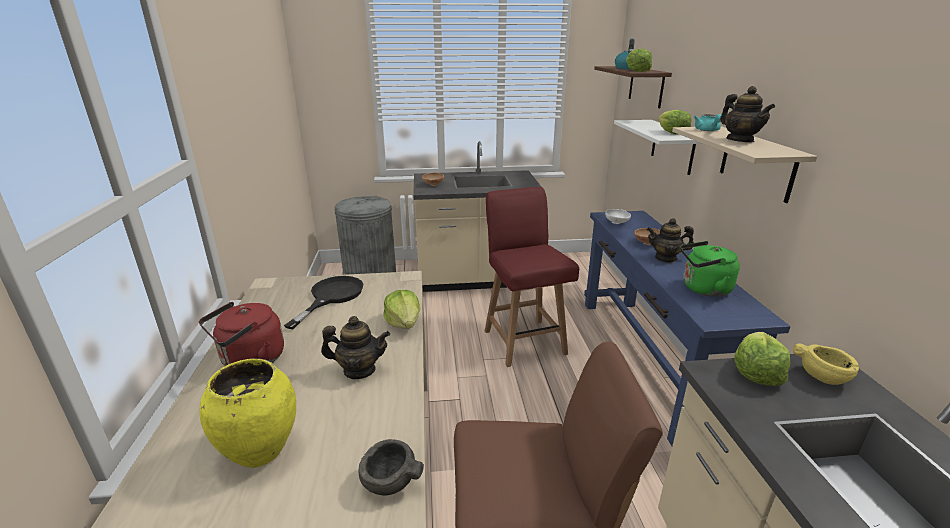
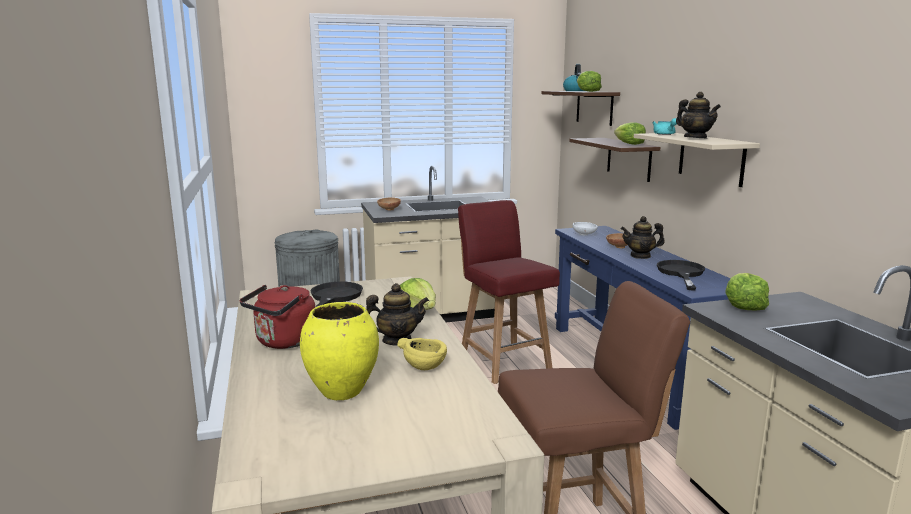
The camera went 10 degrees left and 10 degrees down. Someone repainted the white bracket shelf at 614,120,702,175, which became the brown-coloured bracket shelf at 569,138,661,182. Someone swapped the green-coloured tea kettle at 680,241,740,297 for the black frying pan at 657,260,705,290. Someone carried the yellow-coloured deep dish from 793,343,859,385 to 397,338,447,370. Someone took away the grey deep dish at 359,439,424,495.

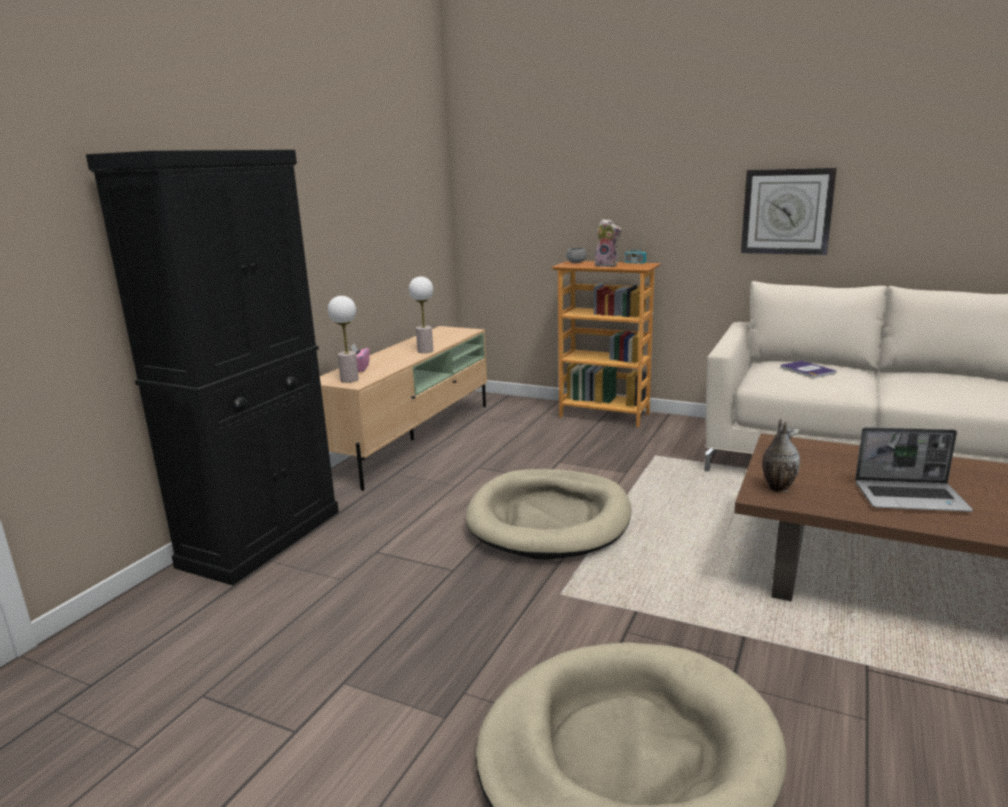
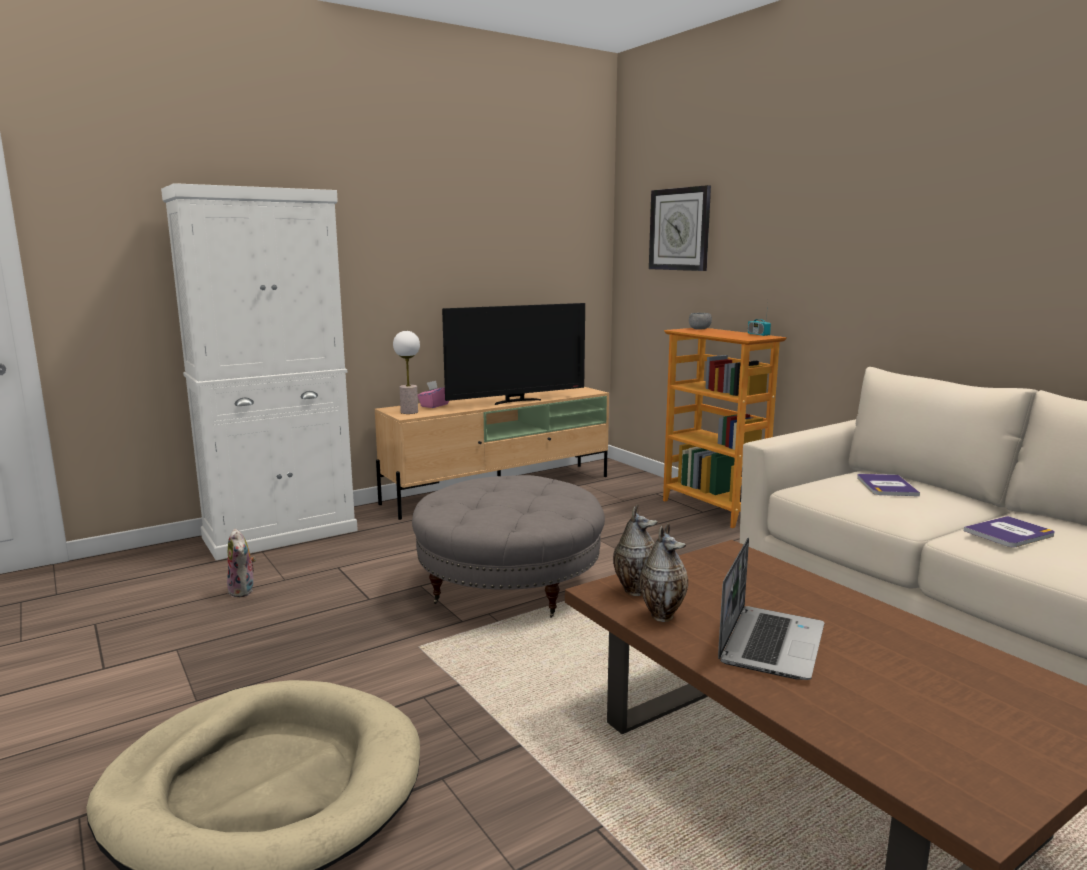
The camera went 30 degrees right and 5 degrees down. Someone repainted the black storage cabinet at 86,150,339,586, which became the white storage cabinet at 161,183,358,560. Someone carried the wall clock from 741,168,837,255 to 649,185,711,271. Someone carried the cuddly toy from 595,219,622,267 to 227,529,256,597. Someone swapped the tabletop lamp at 409,276,433,353 for the TV set at 442,303,585,405. Someone rotated the notebook computer at 855,427,973,512 by 105 degrees counterclockwise. Someone swapped the sand-coloured pet bed at 466,469,631,560 for the grey pouffe at 412,475,605,618. Someone put down the bound book at 964,516,1055,547. Someone put down the decorative vase at 640,523,688,622.

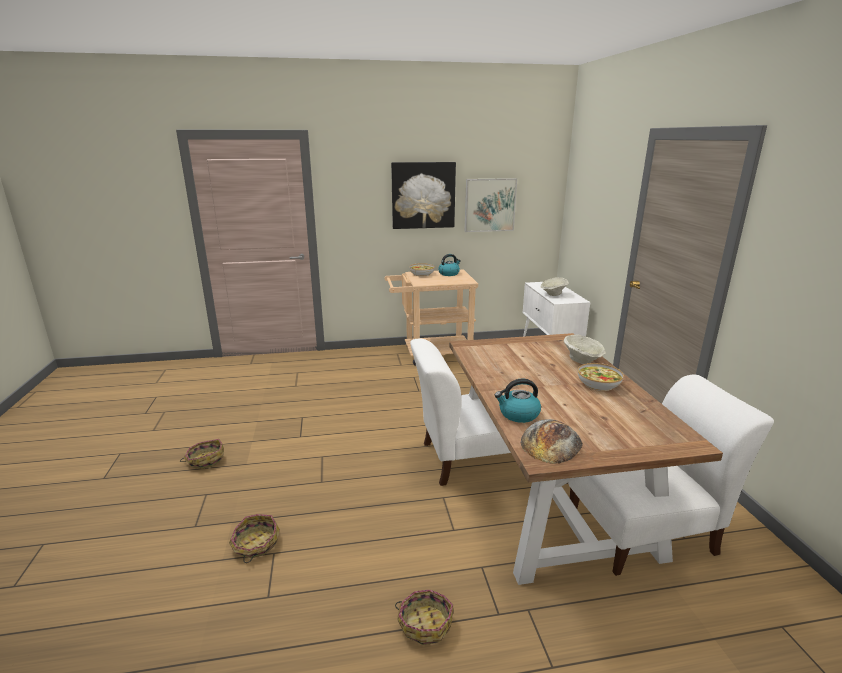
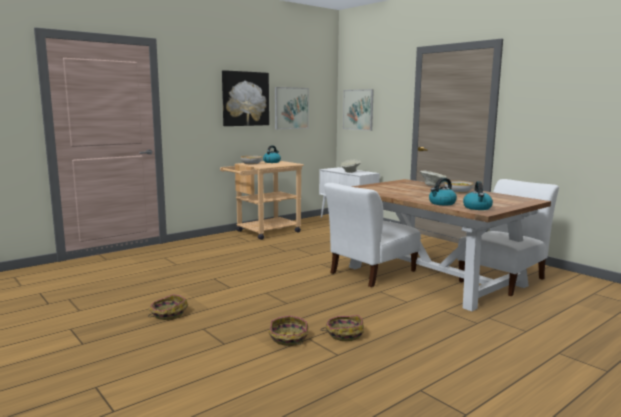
The camera went 30 degrees left and 10 degrees down. Someone swapped the bread at 521,419,583,464 for the tea kettle at 463,181,493,210. Someone carried the basket from 395,589,453,645 to 320,315,364,341. Someone put up the wall art at 343,89,374,131.

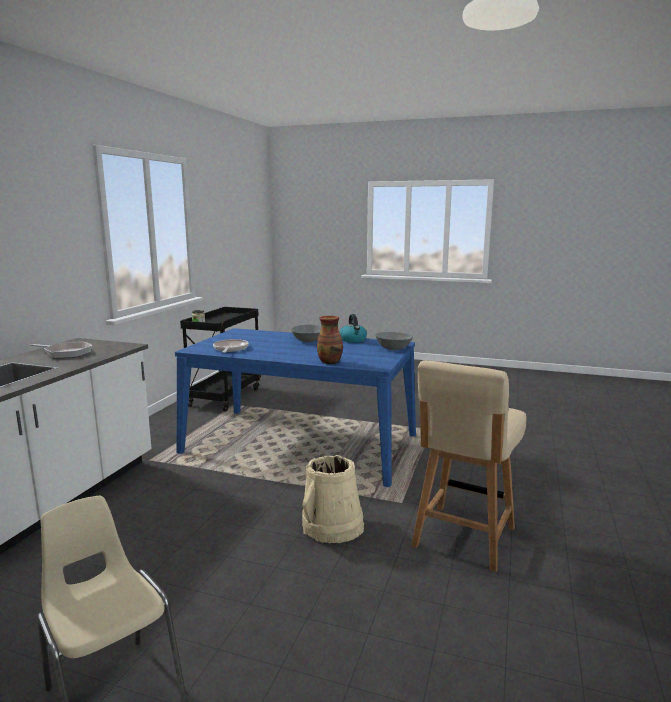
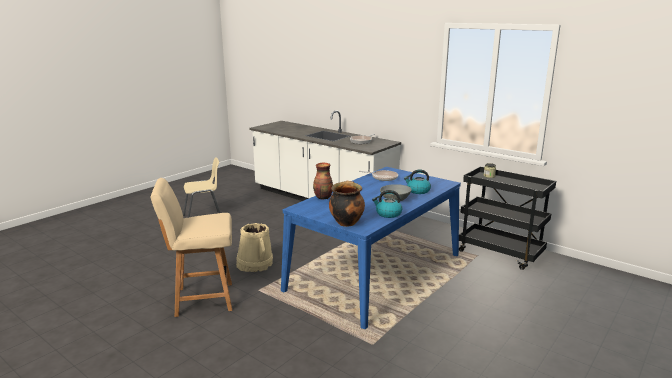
The camera went 110 degrees right and 5 degrees up. Someone swapped the grey deep dish at 375,332,413,350 for the saucepot at 329,180,365,227. Someone rotated the sand-coloured chair at 411,361,527,572 by 60 degrees counterclockwise. Someone put down the tea kettle at 404,170,431,194.

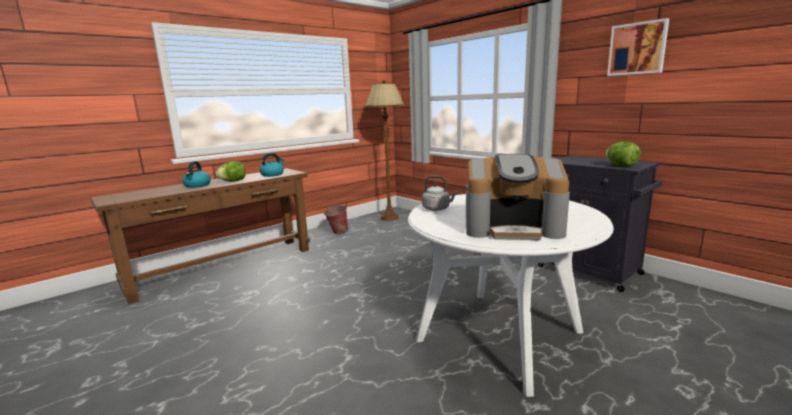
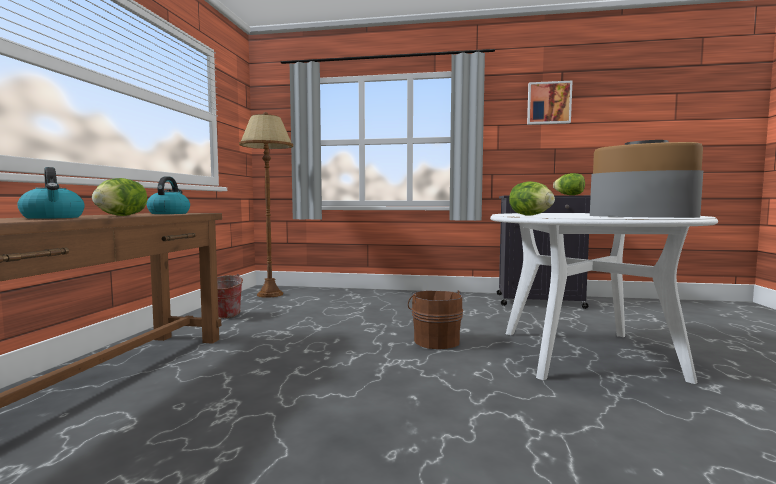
The camera went 40 degrees left and 10 degrees down. Someone rotated the coffee brewer at 466,154,570,240 by 120 degrees counterclockwise. Someone swapped the grey tea kettle at 422,176,458,211 for the lettuce at 509,181,555,216. Someone put down the brown-coloured bucket at 408,290,463,349.

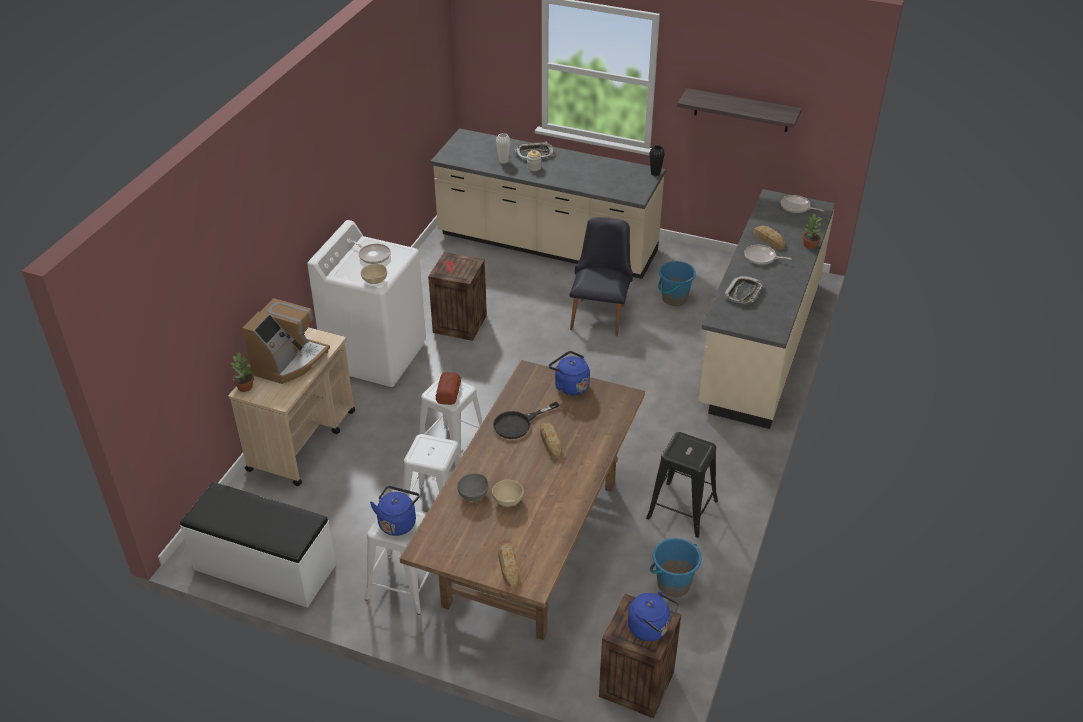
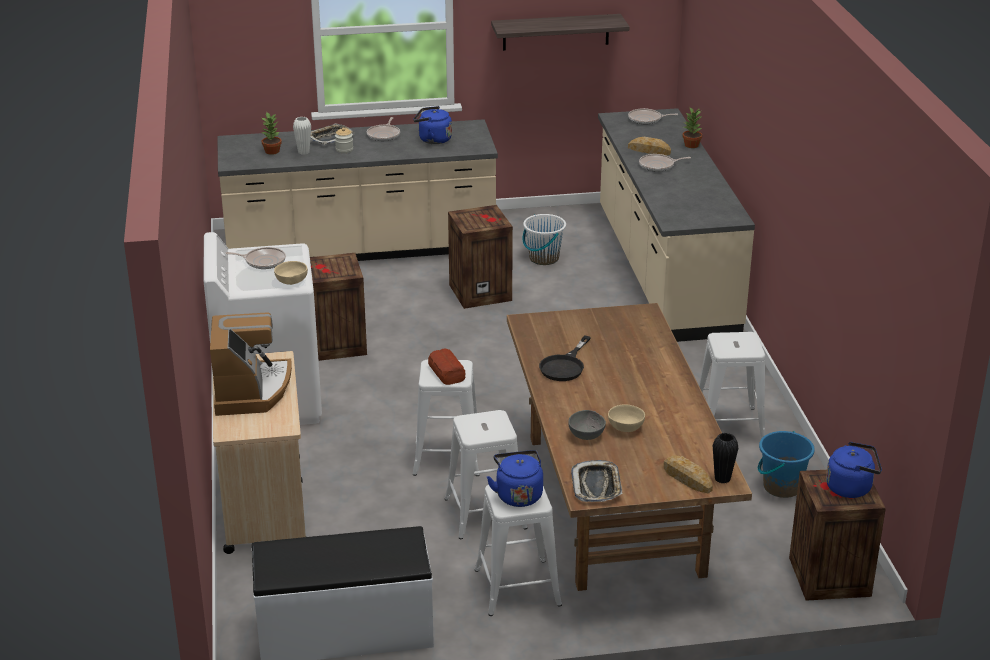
The camera went 30 degrees left and 10 degrees down. Someone carried the black decorative vase from 649,145,665,176 to 713,433,739,484. Someone swapped the black chair at 569,217,633,336 for the shipping crate at 448,205,513,309. Someone repainted the blue-coloured bucket at 658,260,696,306, which became the white bucket at 523,214,566,265. Someone carried the serving tray from 724,276,763,303 to 571,460,623,502. Someone carried the blue-coloured tea kettle from 549,351,590,395 to 413,106,452,144. Someone carried the potted plant from 231,352,254,392 to 262,113,282,155. Someone took away the bread at 540,422,562,459. Someone repainted the black sitting stool at 646,432,718,538, which became the white sitting stool at 699,332,765,439. Someone put down the frying pan at 367,117,400,141.

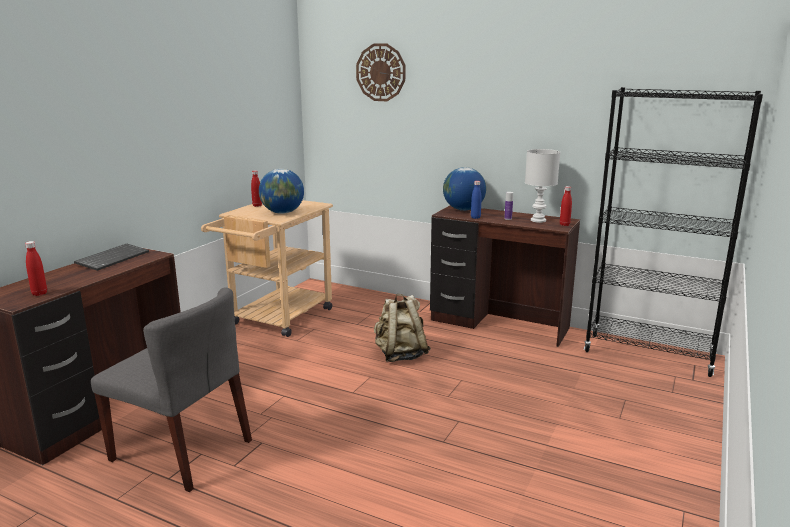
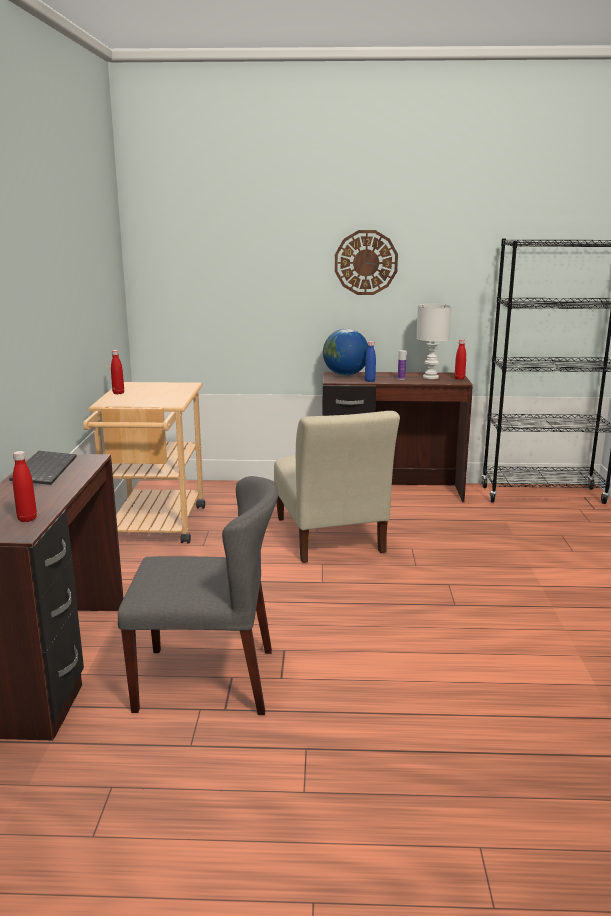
The camera went 25 degrees left and 0 degrees up. Someone carried the wall clock from 356,43,405,101 to 335,230,398,295. Someone took away the world globe at 259,169,304,214. Someone swapped the sand-coloured rucksack at 374,294,431,362 for the sand-coloured chair at 274,411,400,563.

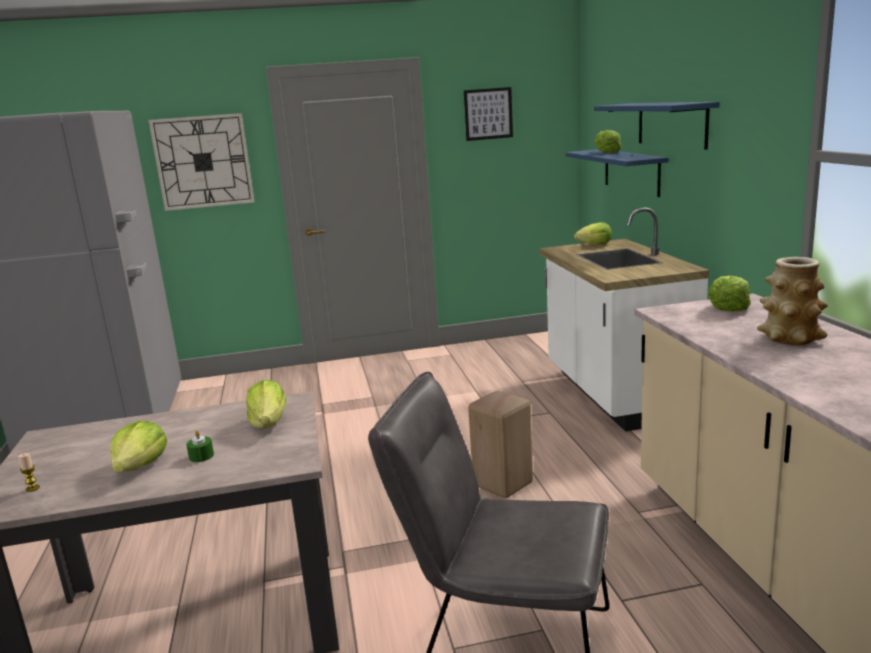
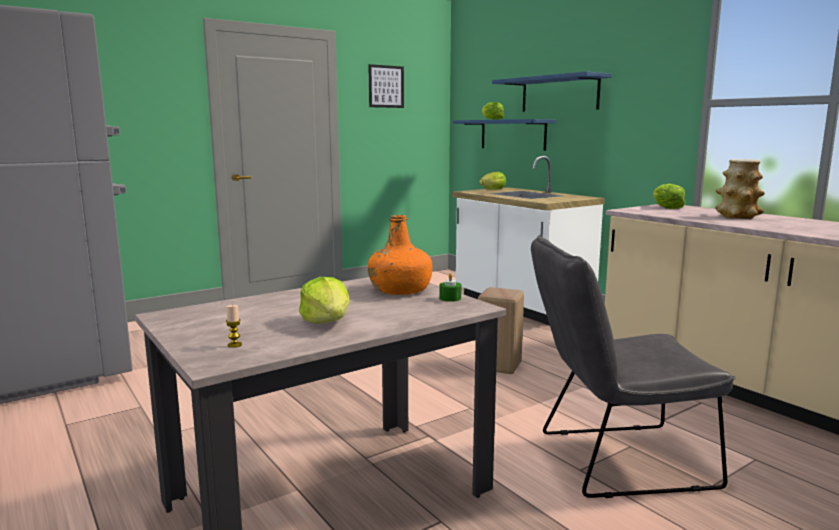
The camera went 25 degrees left and 5 degrees down. Someone took away the wall clock at 148,113,255,211. Someone swapped the lettuce at 246,380,286,429 for the orange bottle at 368,215,432,295. Someone carried the green-coloured wax light from 186,430,214,462 to 439,273,461,302.

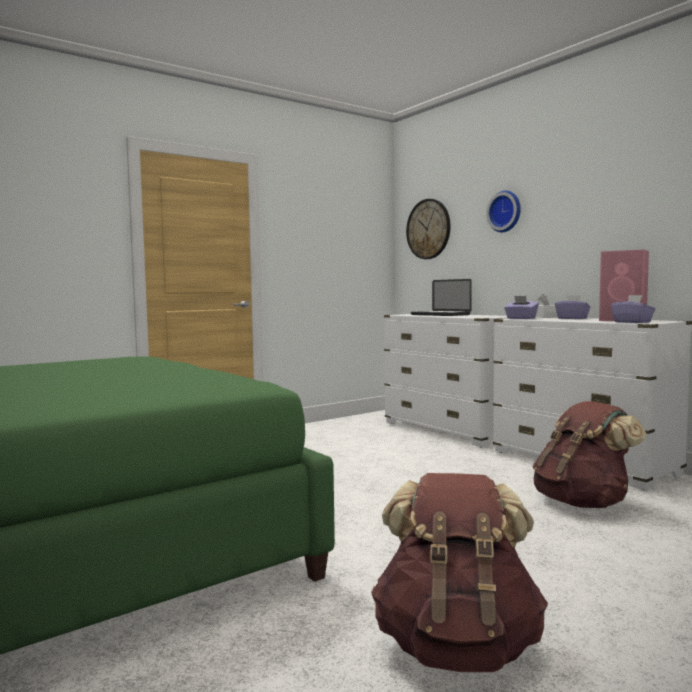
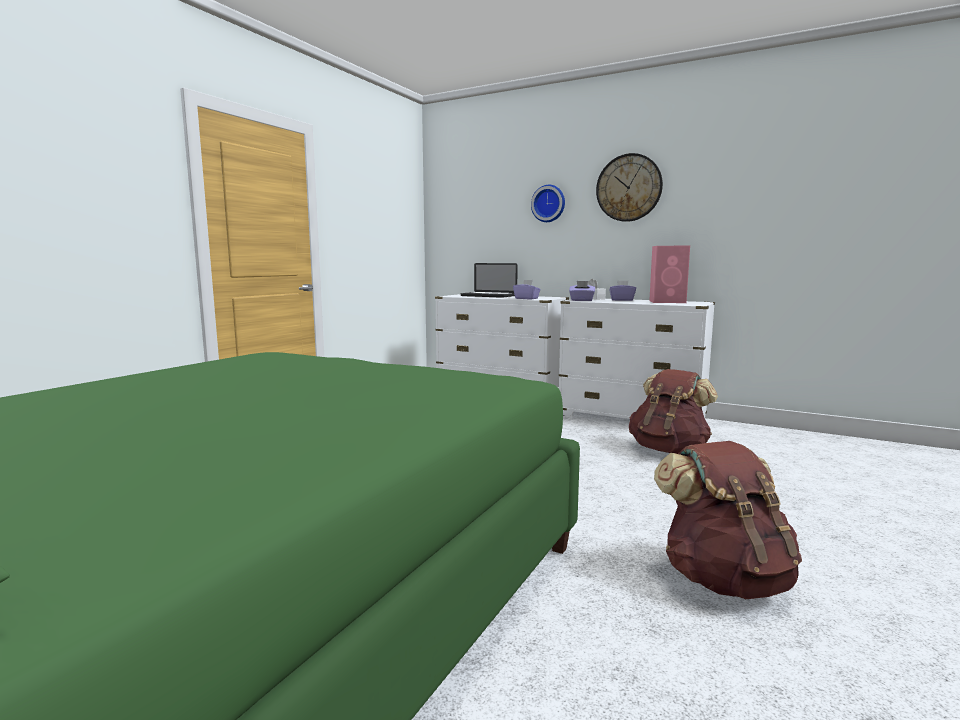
The camera went 25 degrees left and 5 degrees up. Someone carried the wall clock from 406,199,450,259 to 596,153,663,222. Someone carried the purple tissue holder from 611,295,655,323 to 513,280,541,300.

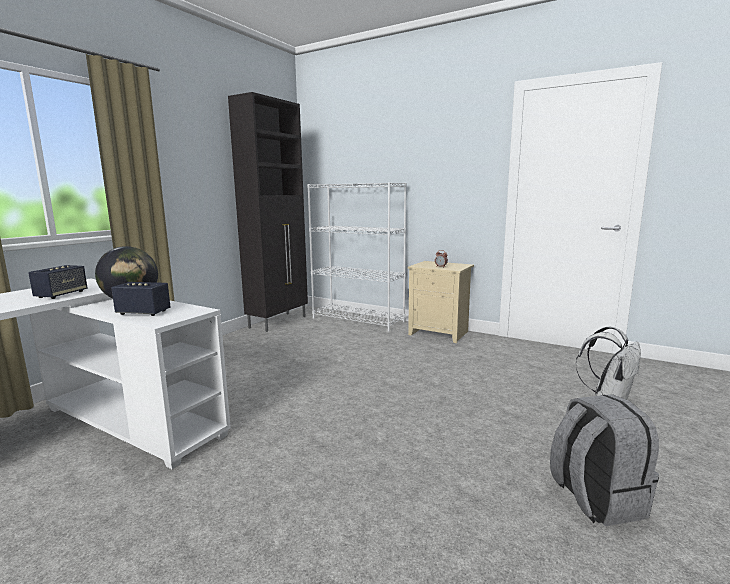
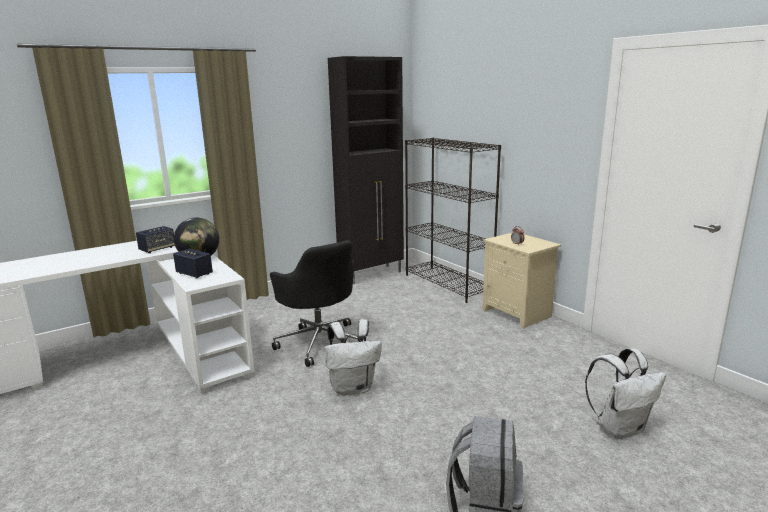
The camera went 25 degrees right and 5 degrees up. Someone repainted the white bookshelf at 307,182,407,332, which became the black bookshelf at 405,138,501,303. Someone put down the black desk chair at 270,240,358,367. Someone put down the white rucksack at 325,319,382,396.

